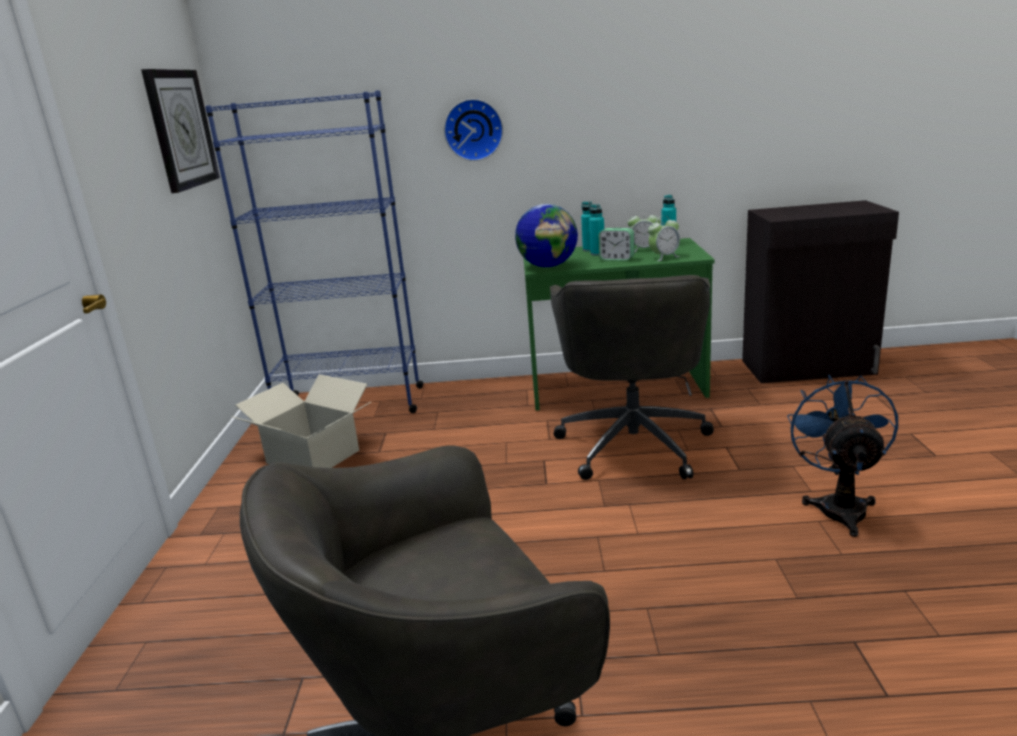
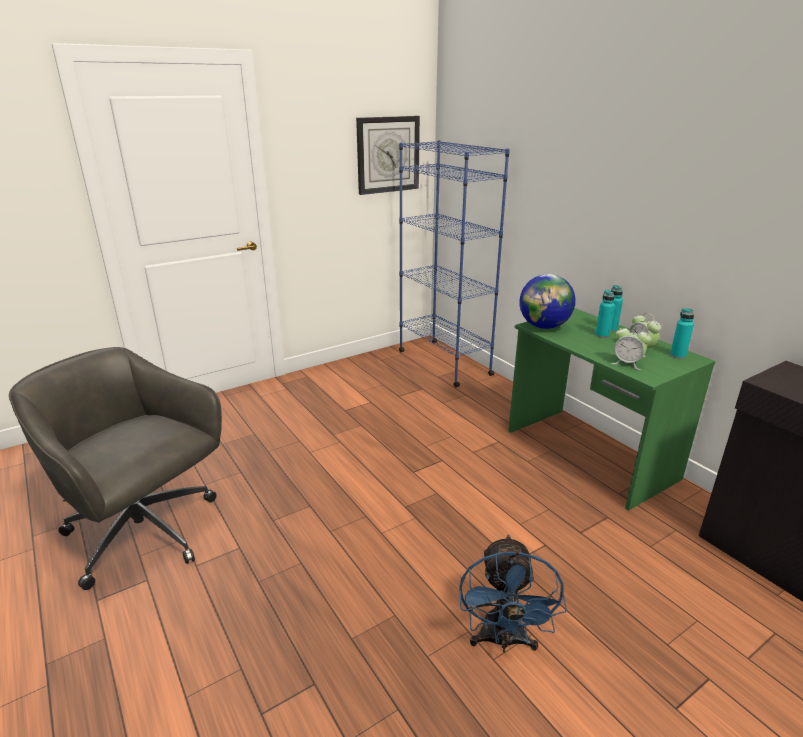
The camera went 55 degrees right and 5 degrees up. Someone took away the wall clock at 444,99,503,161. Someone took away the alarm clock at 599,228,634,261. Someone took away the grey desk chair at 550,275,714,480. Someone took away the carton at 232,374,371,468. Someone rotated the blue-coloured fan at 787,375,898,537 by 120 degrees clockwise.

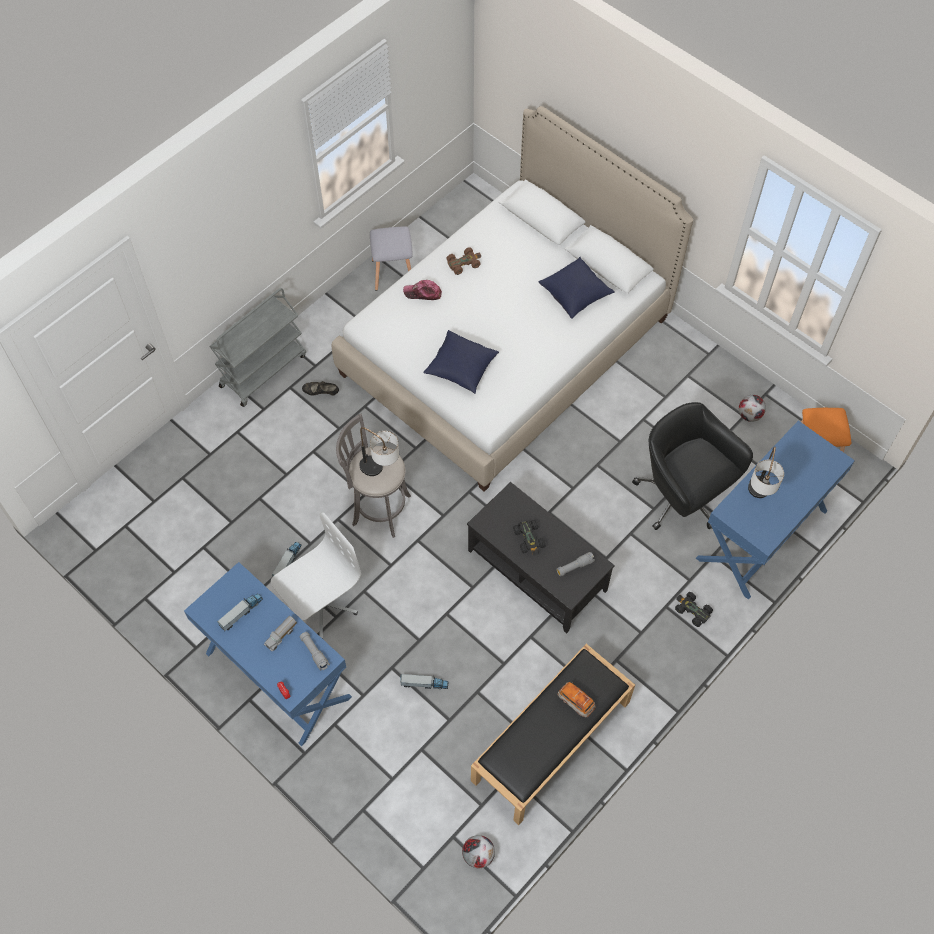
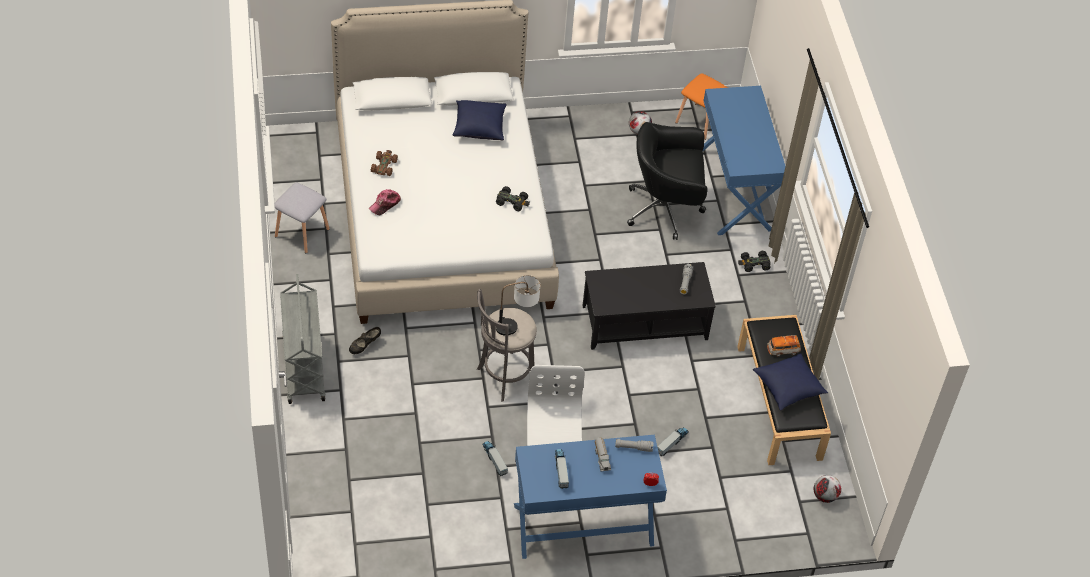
The camera went 55 degrees left and 10 degrees down. Someone carried the blue-coloured cushion from 423,330,499,394 to 753,353,828,411. Someone took away the tabletop lamp at 748,446,784,498. Someone carried the black toy car from 513,520,546,556 to 496,186,530,212.

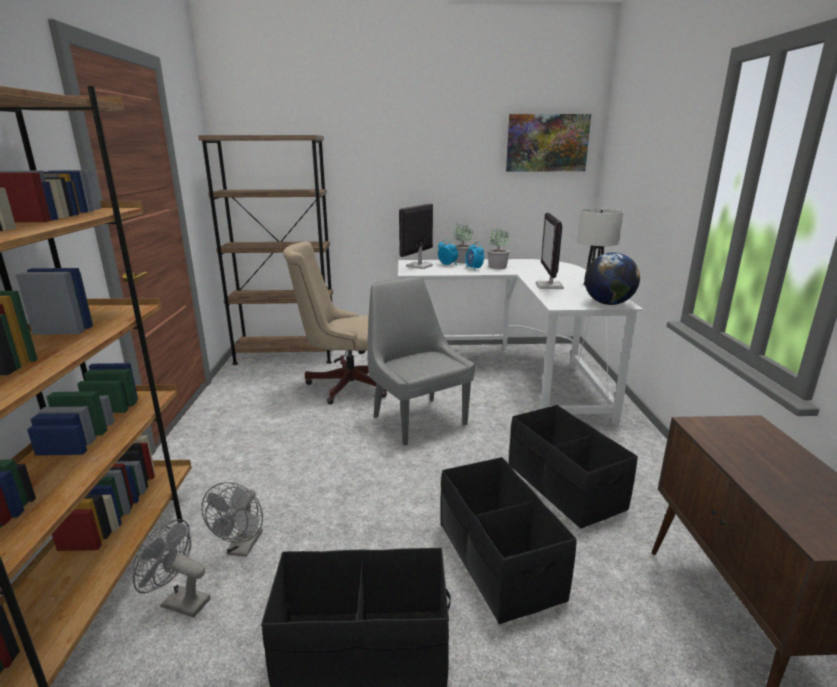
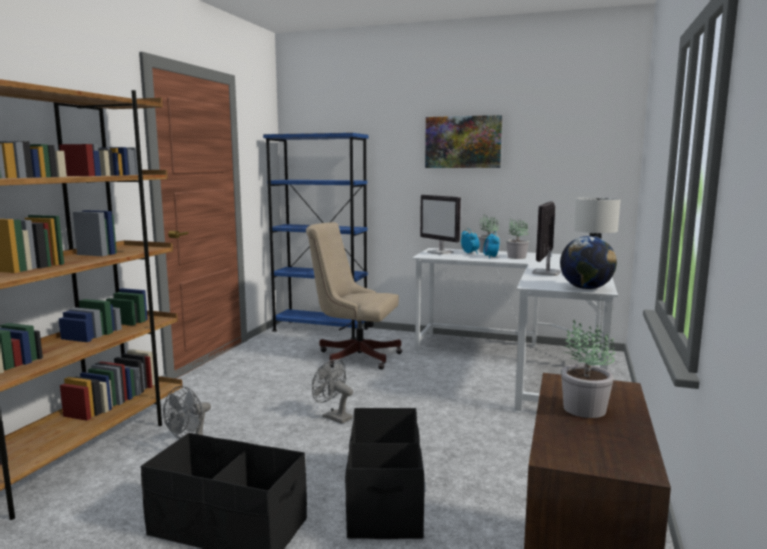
The camera went 20 degrees right and 10 degrees down. Someone carried the wall art from 506,114,591,172 to 425,115,502,168. Someone repainted the brown-coloured bookshelf at 198,135,333,365, which became the blue-coloured bookshelf at 263,133,368,339. Someone rotated the computer screen at 399,203,433,269 by 90 degrees counterclockwise. Someone took away the grey chair at 367,277,475,445. Someone took away the black storage box at 509,405,638,529. Someone carried the grey fan from 133,519,210,618 to 312,359,353,424. Someone put down the potted plant at 561,319,615,418.

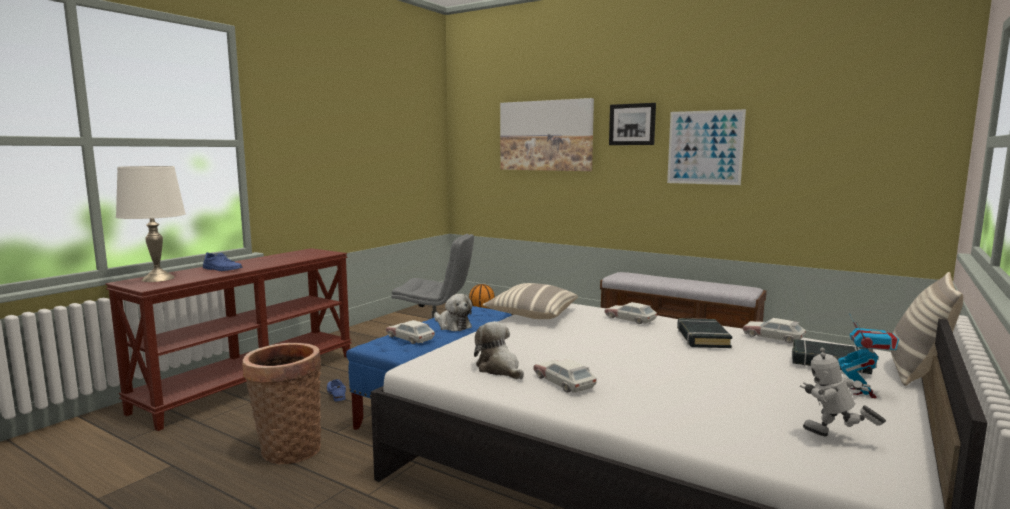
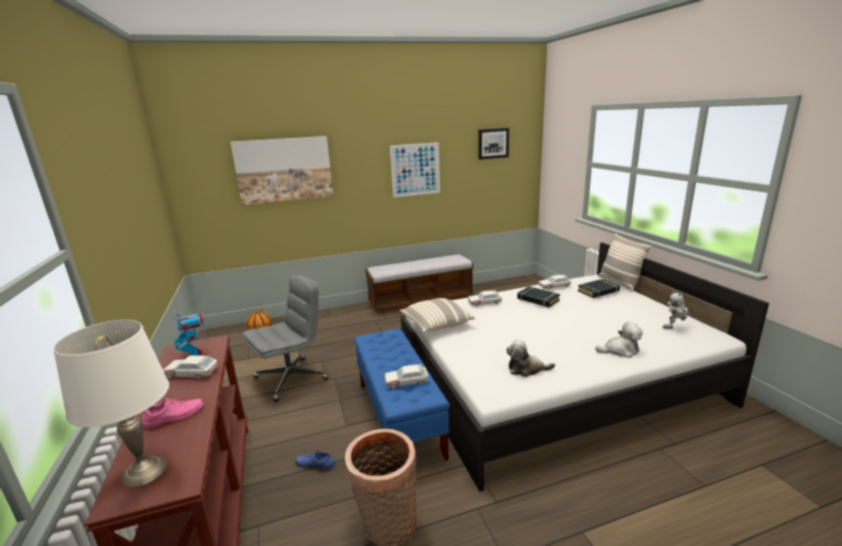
The camera went 50 degrees left and 10 degrees up. Someone carried the wall art from 609,103,656,145 to 478,128,509,160. Someone repainted the blue-coloured shoe at 203,252,242,271, which became the pink-coloured shoe at 142,398,204,428. Someone carried the cuddly toy from 434,294,472,331 to 595,322,643,358. Someone carried the toy robot from 838,314,899,398 to 172,310,205,356. Someone carried the toy car from 533,359,596,393 to 163,355,218,379.

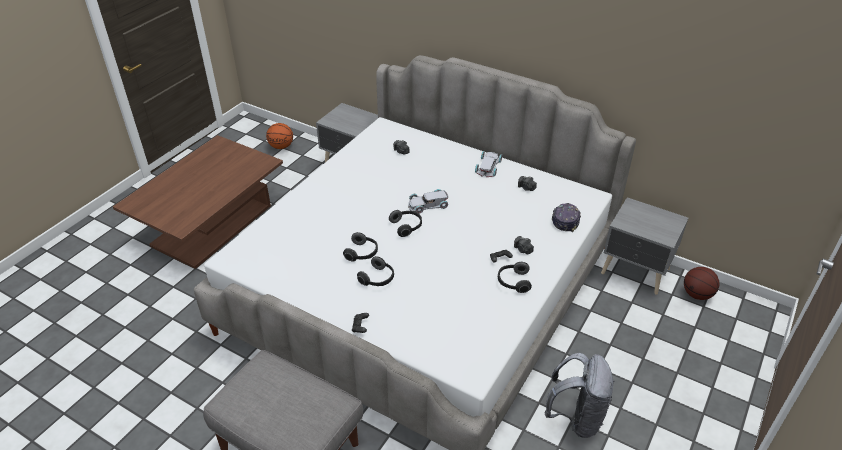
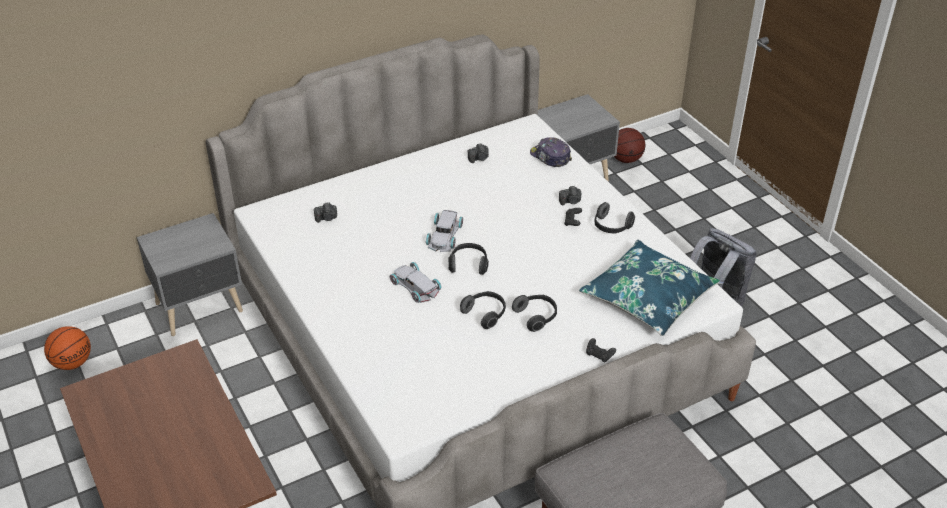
The camera went 60 degrees left and 0 degrees up. Someone carried the white toy car from 475,151,502,177 to 390,262,442,303. Someone put down the blue-coloured cushion at 579,240,720,336.

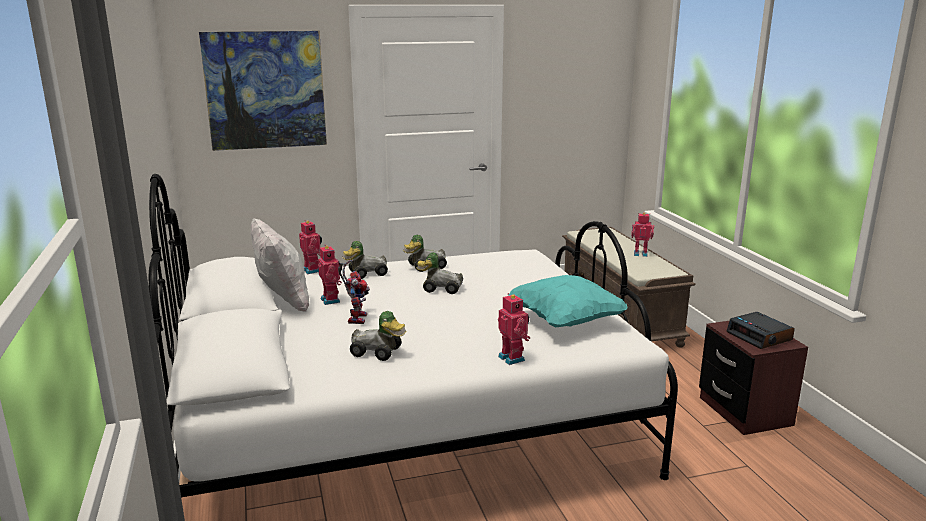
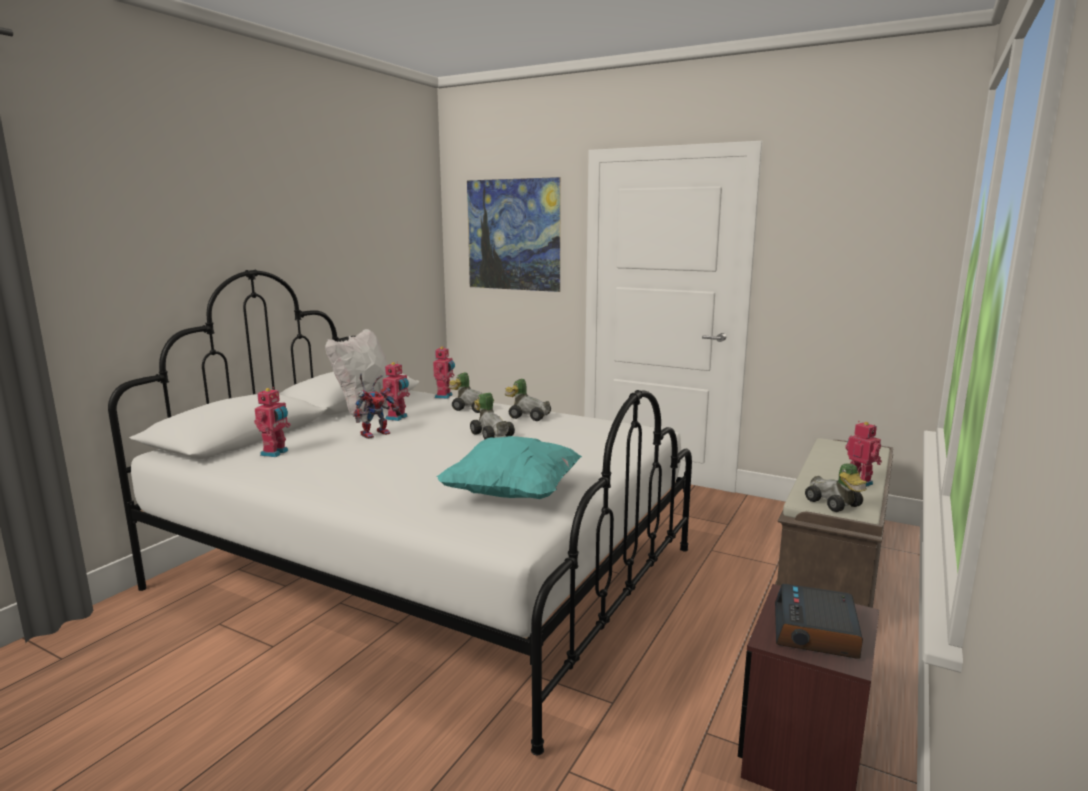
The camera went 45 degrees right and 5 degrees down. Someone carried the toy robot from 498,293,530,365 to 254,387,291,457. Someone carried the toy car from 350,311,407,361 to 805,463,867,512.

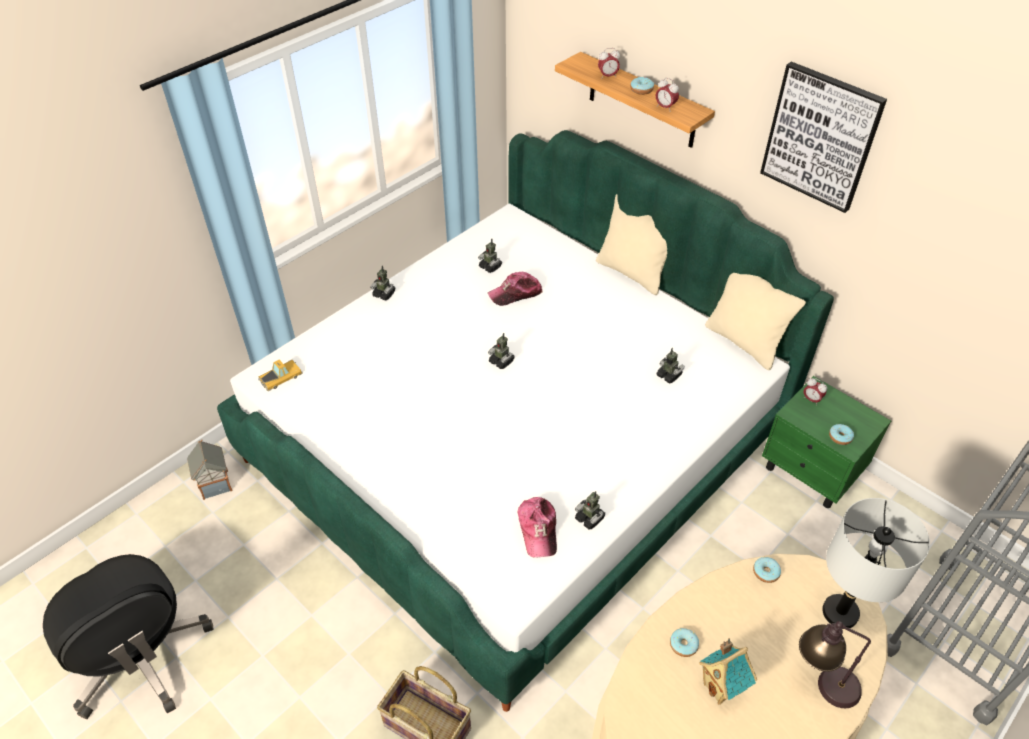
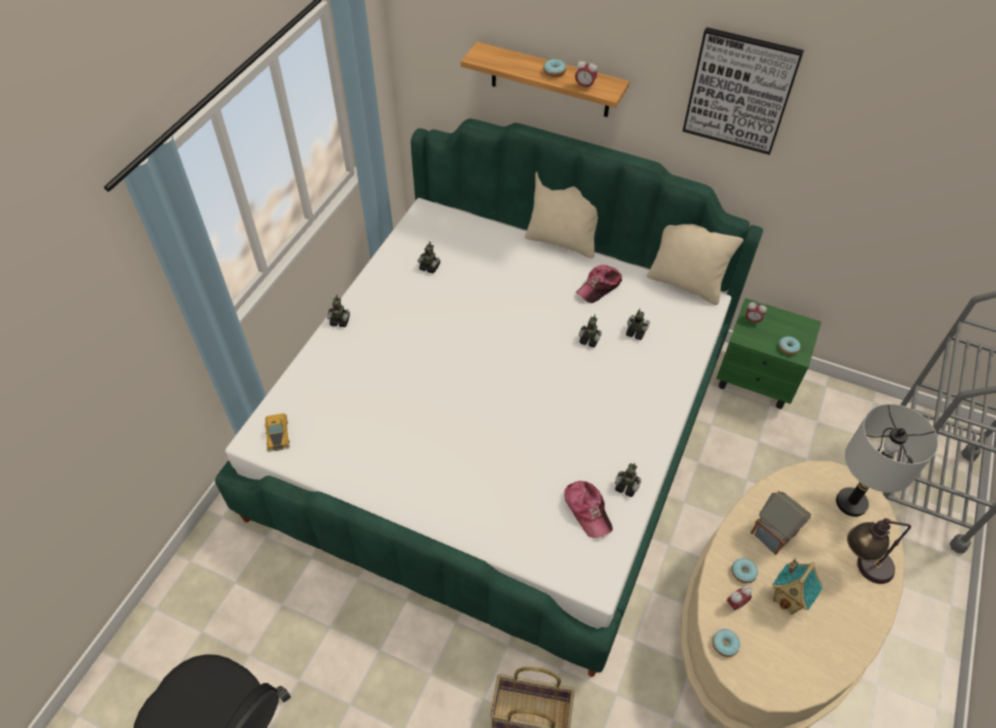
The camera went 20 degrees left and 5 degrees up. Someone carried the alarm clock from 598,48,620,79 to 727,585,752,611. Someone carried the peaked cap from 488,272,542,306 to 576,265,622,303. Someone carried the toy robot from 488,333,515,369 to 579,315,602,348. Someone rotated the toy car at 258,359,303,391 by 45 degrees counterclockwise. Someone carried the miniature house from 187,439,232,500 to 750,491,811,555. Someone carried the doughnut from 753,557,781,583 to 712,629,740,657.

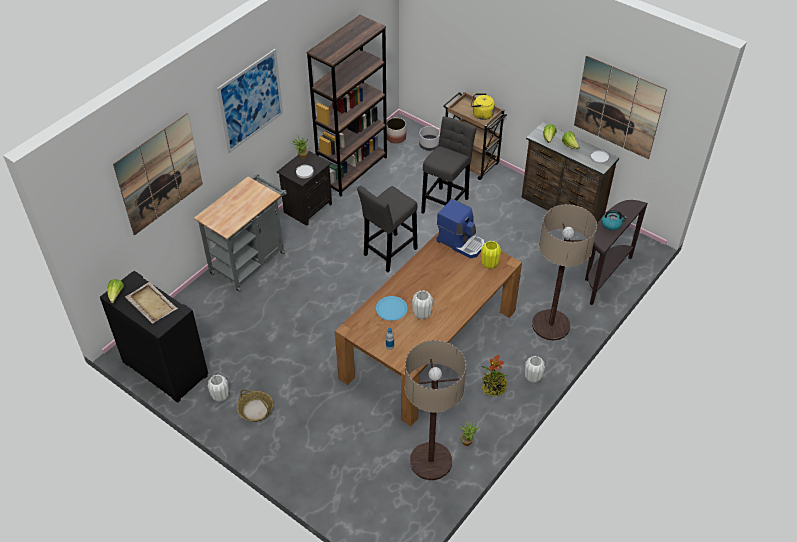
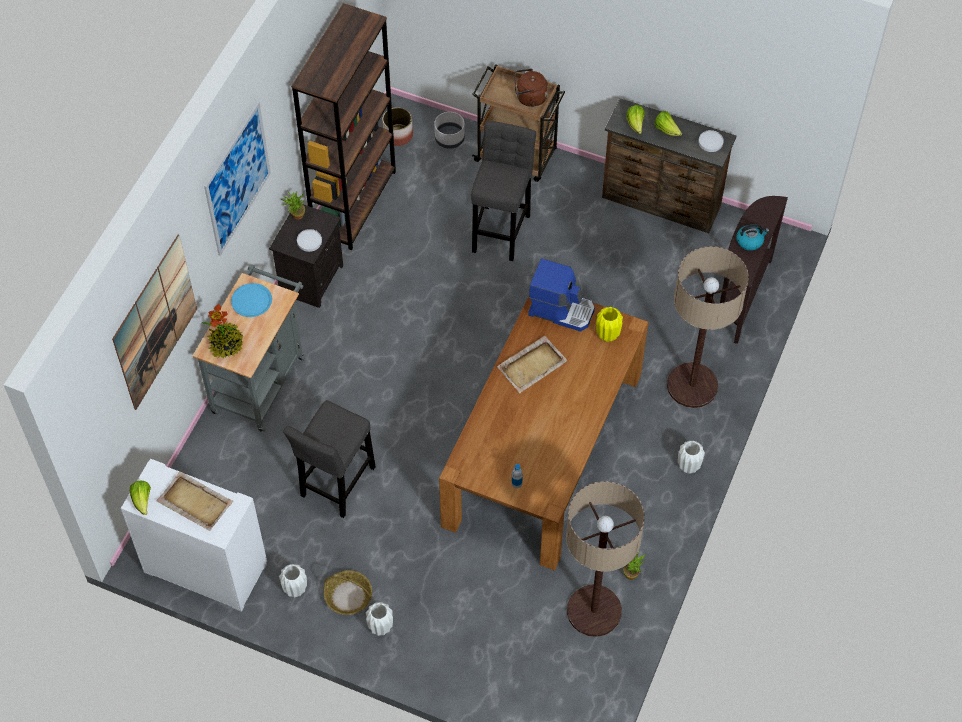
The camera went 15 degrees left and 10 degrees up. Someone took away the wall art at 574,55,667,159. Someone repainted the yellow-coloured tea kettle at 471,93,495,120, which became the brown-coloured tea kettle at 515,69,548,107. Someone carried the grey sitting stool from 357,186,417,272 to 283,400,376,518. Someone repainted the black storage cabinet at 100,271,208,403, which became the white storage cabinet at 121,458,267,612. Someone carried the white decorative vase from 412,290,433,319 to 366,602,393,636. Someone carried the blue-coloured flat dish from 376,296,408,321 to 231,283,272,317. Someone carried the potted plant from 481,354,508,396 to 202,303,243,359. Someone put down the sand-coloured serving tray at 497,336,568,393.

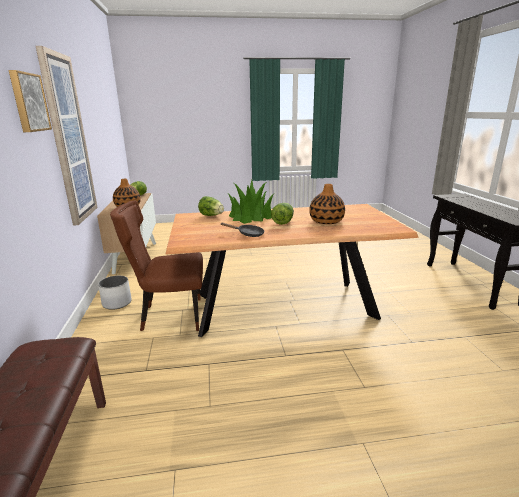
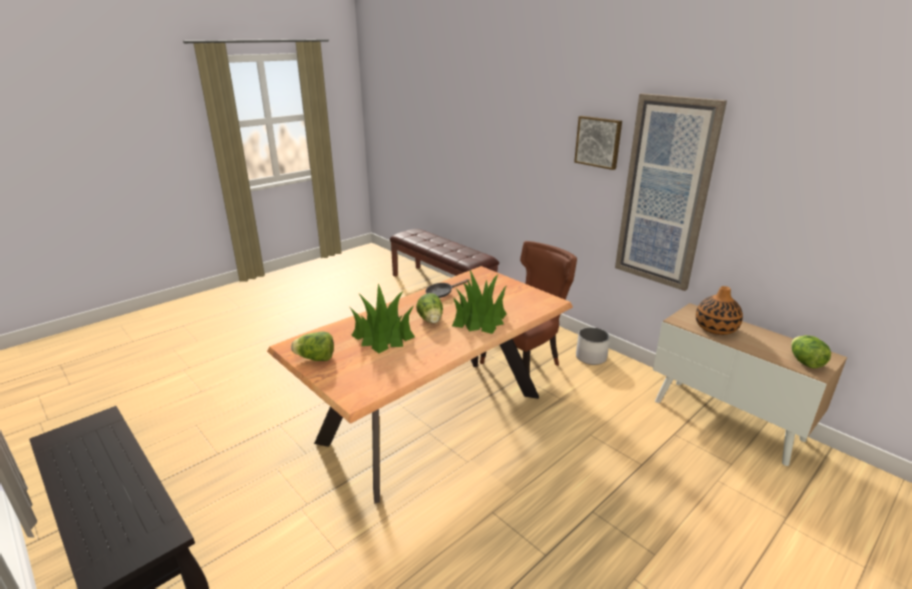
The camera went 145 degrees right and 5 degrees up. Someone swapped the decorative vase at 309,184,345,224 for the potted plant at 350,283,415,353. Someone carried the lettuce from 198,196,224,216 to 291,332,334,361.

